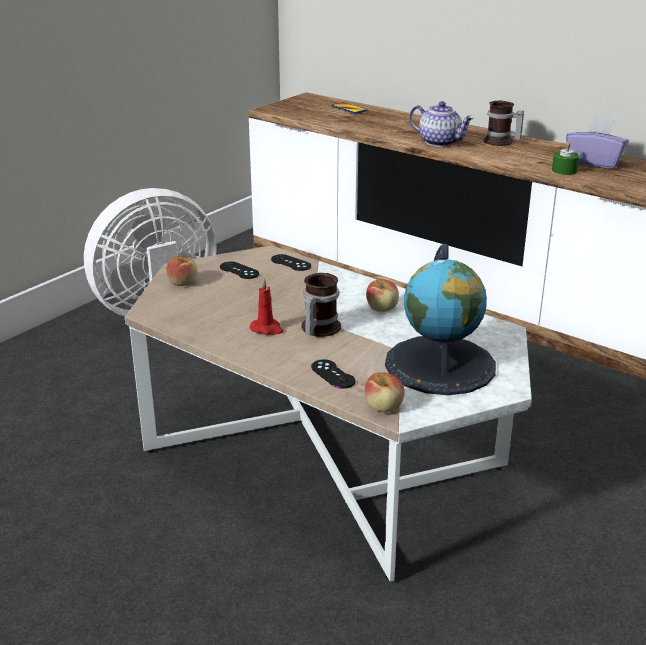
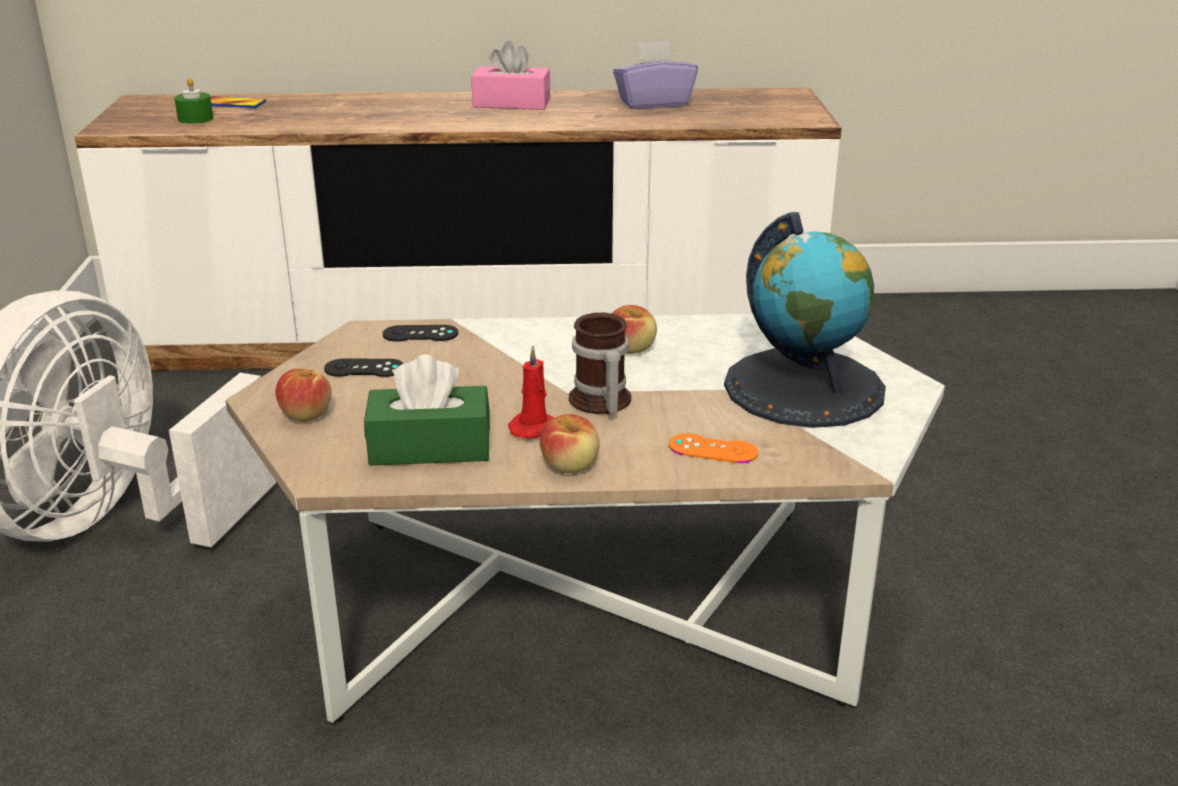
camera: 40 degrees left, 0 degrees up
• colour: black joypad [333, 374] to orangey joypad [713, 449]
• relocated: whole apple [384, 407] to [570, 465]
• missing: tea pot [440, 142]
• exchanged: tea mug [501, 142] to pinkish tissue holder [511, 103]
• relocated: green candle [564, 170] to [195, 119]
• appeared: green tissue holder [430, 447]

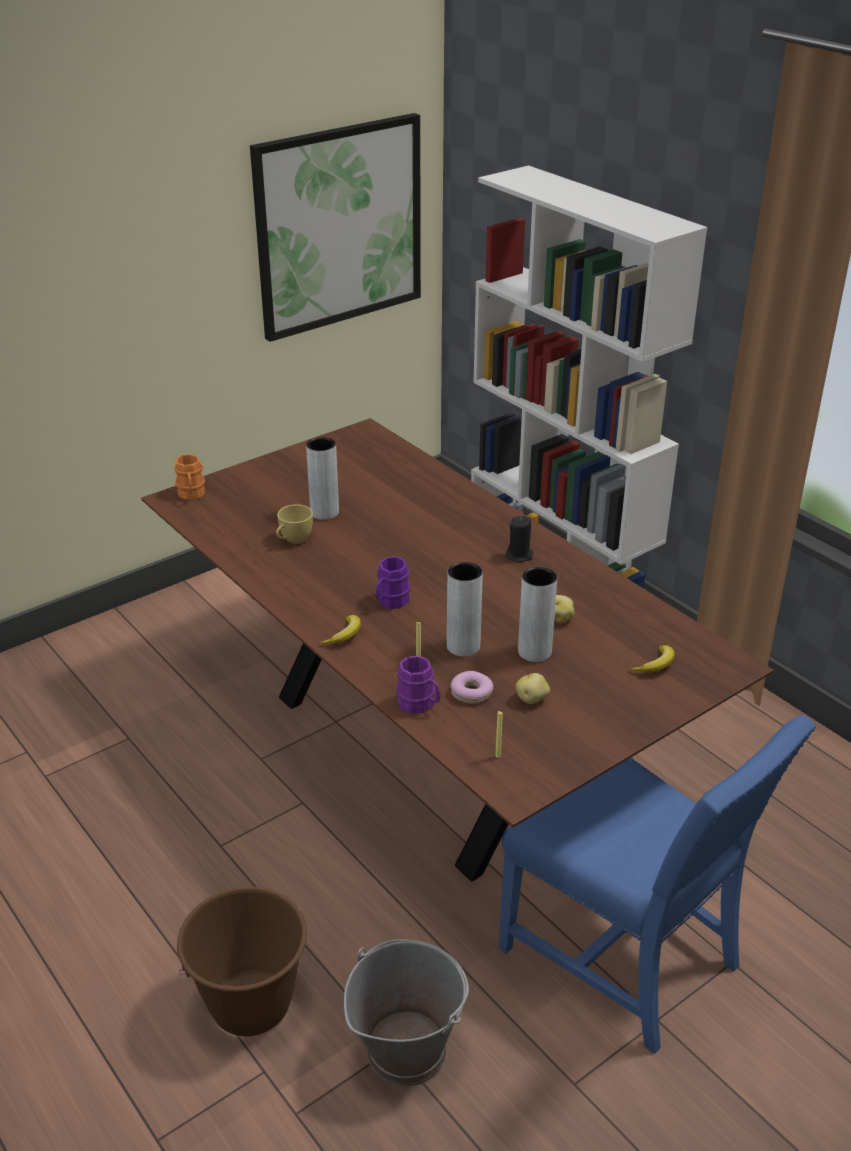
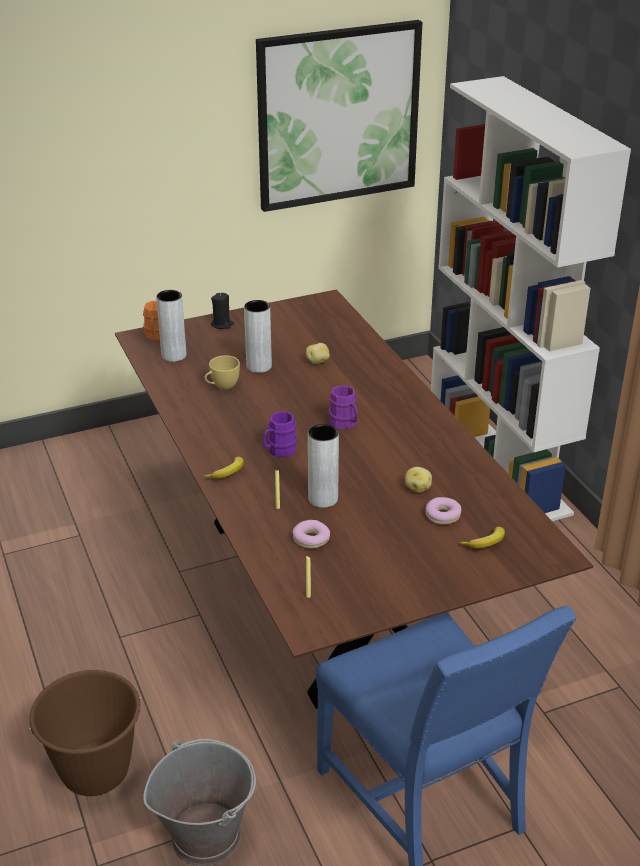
camera: 15 degrees right, 0 degrees up
• relocated: purplish tea mug [420, 705] to [345, 424]
• relocated: black candle [519, 555] to [222, 324]
• relocated: spud [532, 699] to [318, 361]
• relocated: grey decorative vase [534, 652] to [174, 355]
• appeared: donut [443, 515]

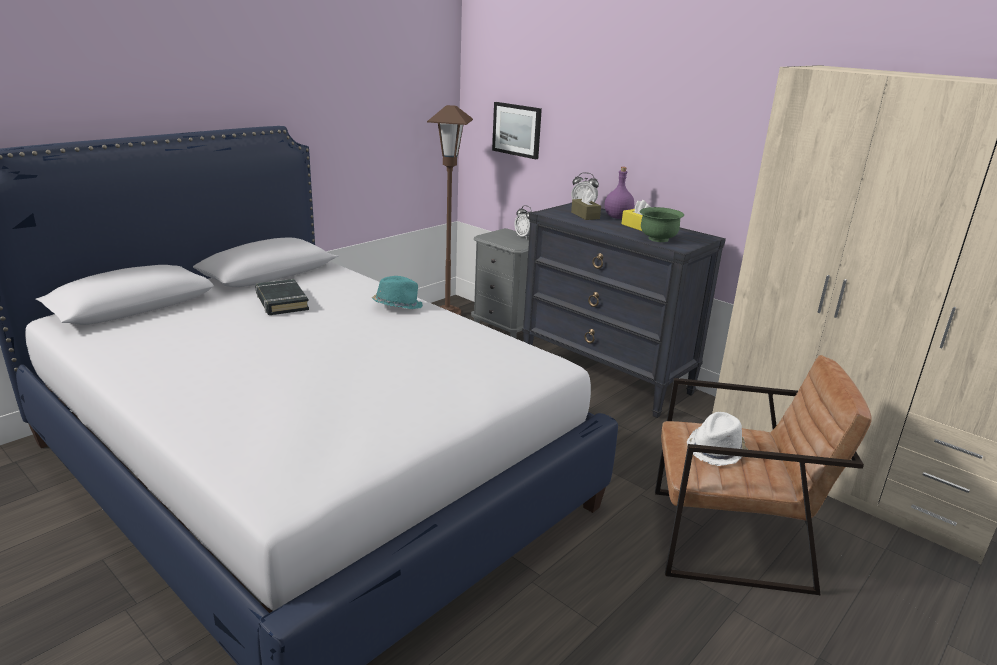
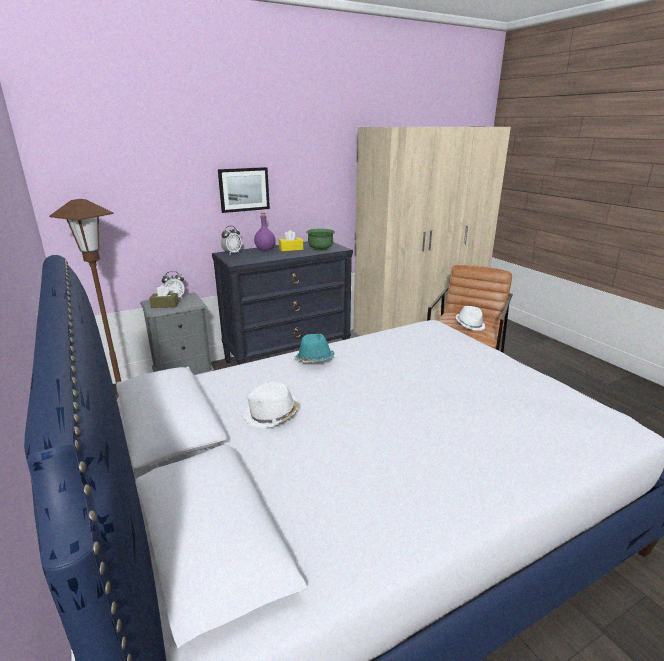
camera: 70 degrees left, 0 degrees up
• exchanged: black book [281, 302] to white hat [271, 415]
• relocated: wall art [517, 130] to [244, 189]
• relocated: brown tissue holder [585, 215] to [165, 305]

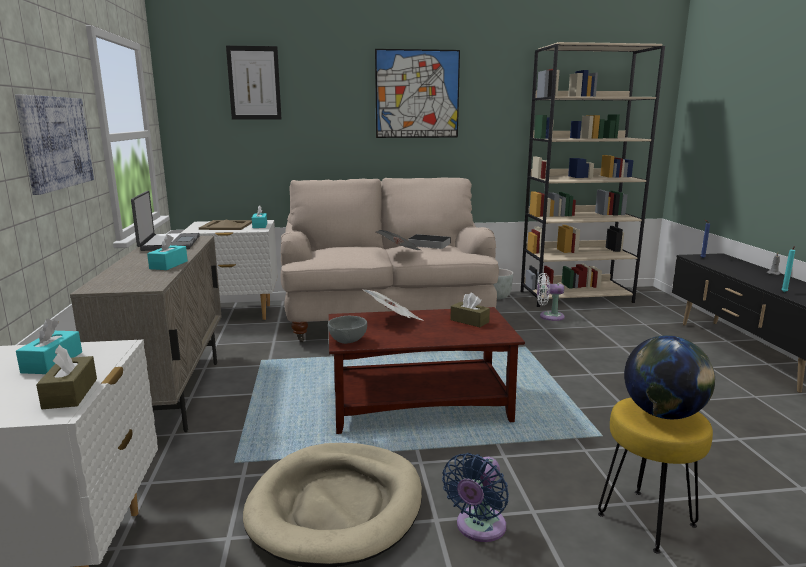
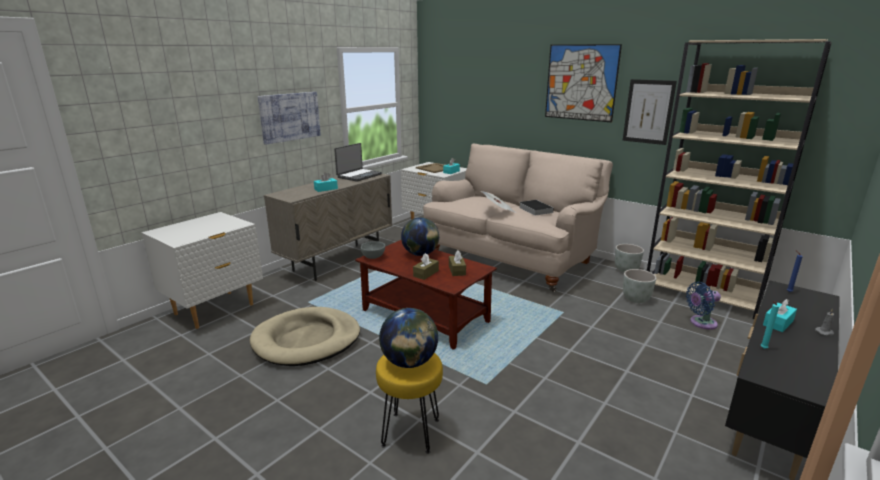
camera: 45 degrees right, 5 degrees up
• relocated: turquoise-coloured tissue holder [52, 362] to [778, 323]
• relocated: brown tissue holder [70, 393] to [426, 273]
• relocated: wall art [254, 83] to [648, 112]
• exchanged: newspaper [393, 320] to world globe [420, 254]
• relocated: blue-coloured cooling fan [478, 528] to [700, 323]
• exchanged: white cooling fan [548, 316] to grey plant pot [636, 299]

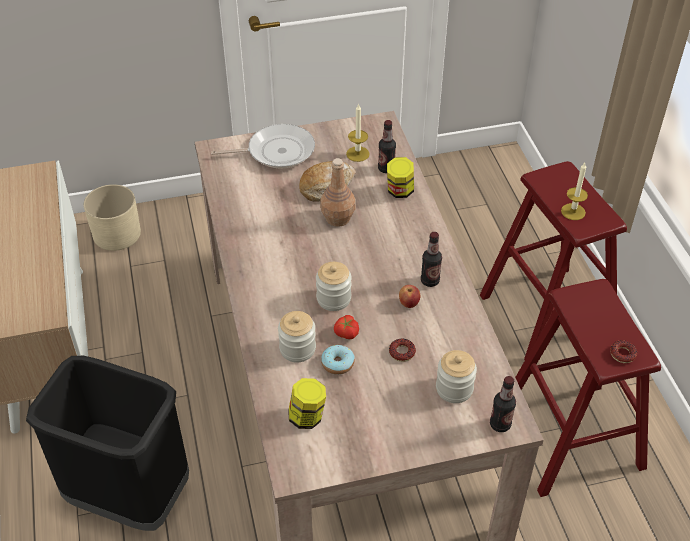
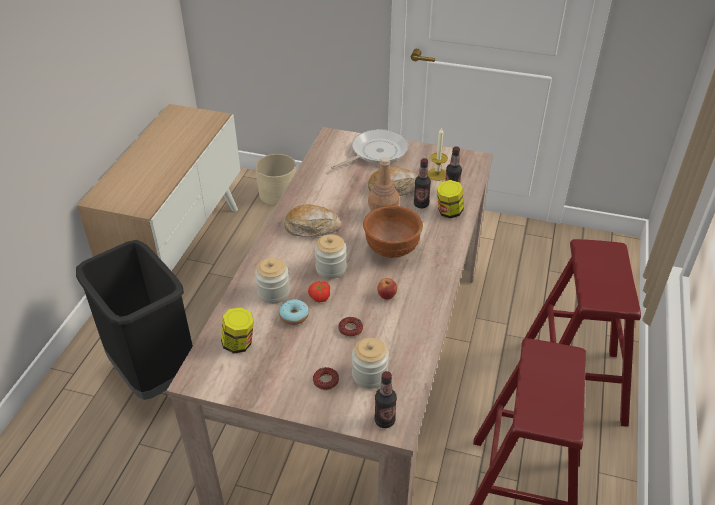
camera: 30 degrees right, 5 degrees down
• spun: pan [277, 151] = [376, 152] 60 degrees counterclockwise
• relocated: beverage bottle [430, 281] to [421, 204]
• missing: candle [573, 211]
• relocated: donut [622, 354] to [326, 381]
• appeared: bread [312, 227]
• appeared: brown bowl [391, 249]

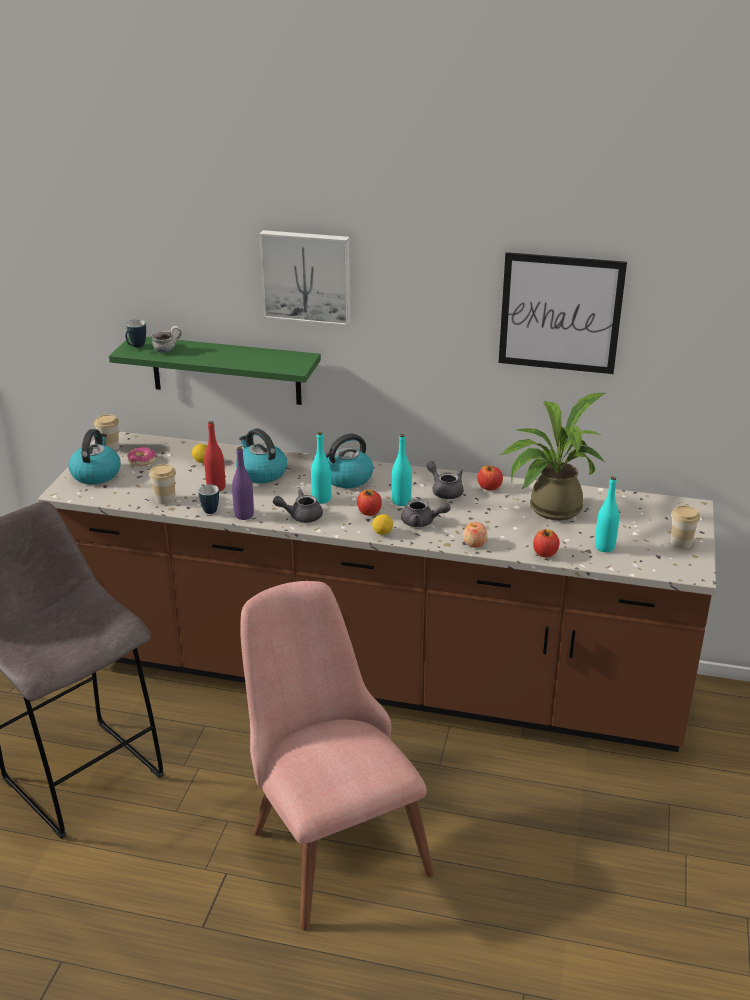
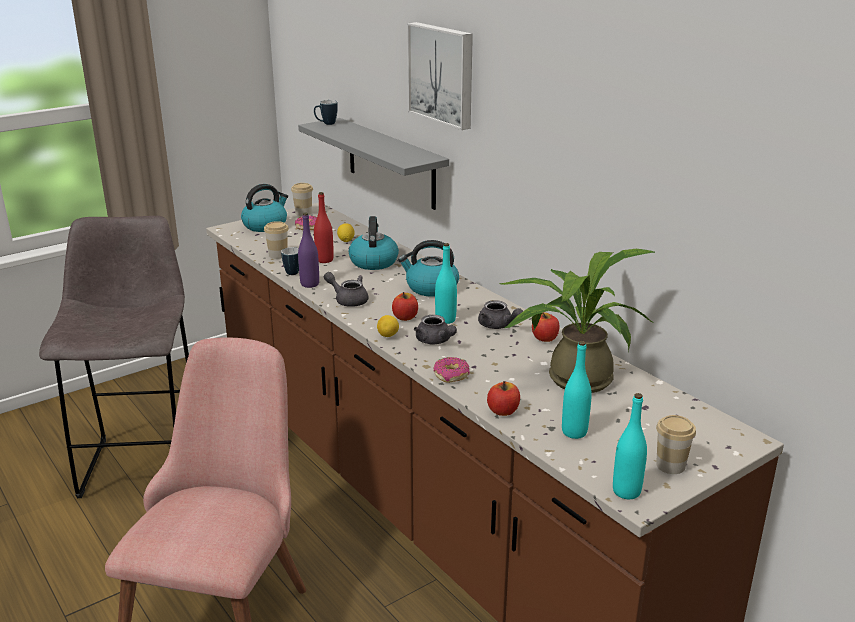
camera: 40 degrees right, 5 degrees down
• colour: green bracket shelf [226, 370] to grey bracket shelf [391, 163]
• missing: tea mug [167, 350]
• relocated: turquoise-coloured beverage bottle [321, 499] to [626, 491]
• spun: grey tea pot [445, 490] = [498, 326] 135 degrees clockwise
• exchanged: whole apple [474, 543] to donut [451, 375]
• missing: wall art [560, 313]

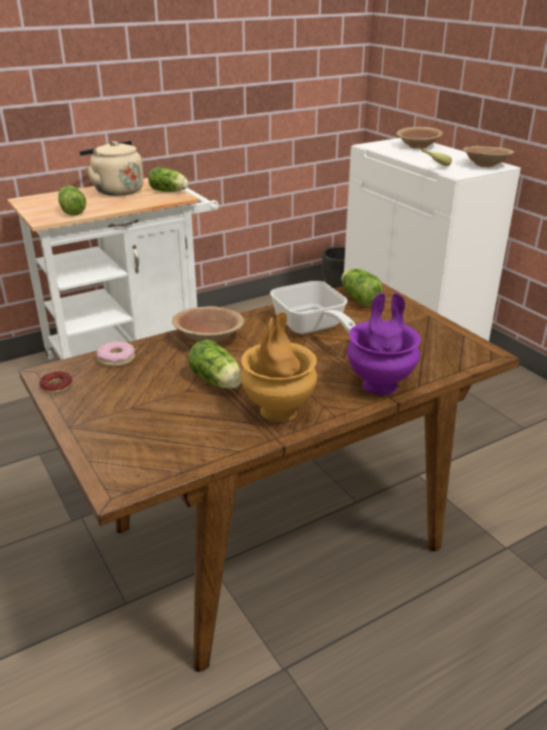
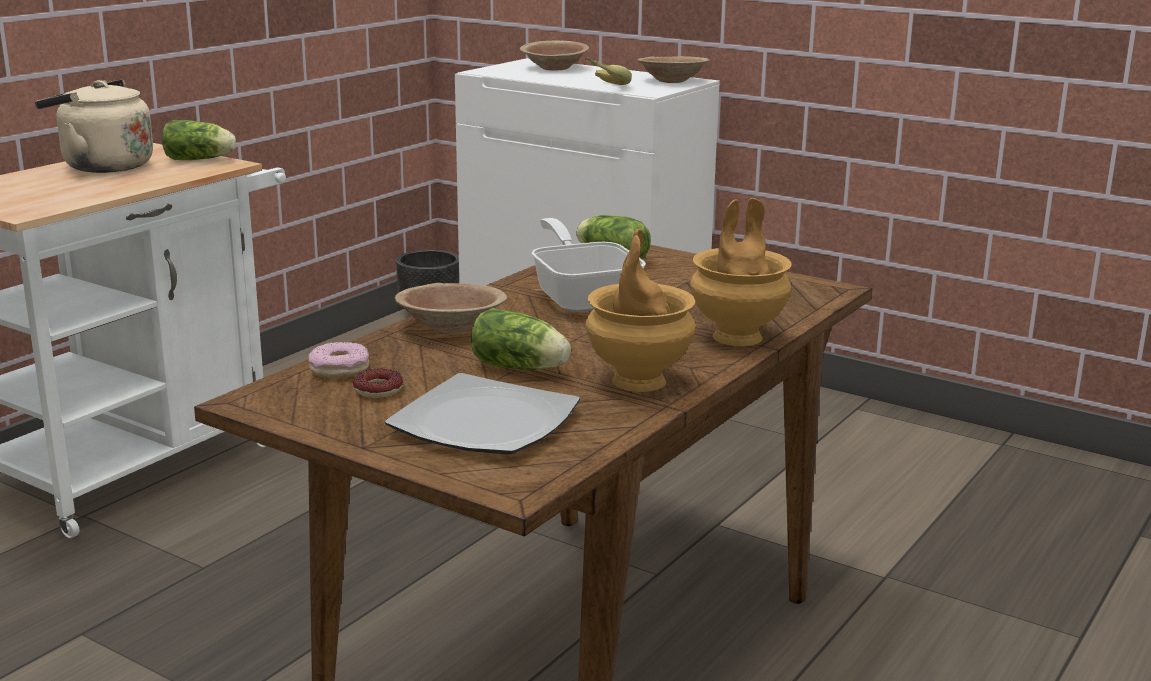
camera: 25 degrees left, 10 degrees down
• relocated: donut [56, 386] to [378, 390]
• missing: lettuce head [72, 210]
• spun: pan [311, 328] = [583, 296] 150 degrees counterclockwise
• colour: purplish decorative vase [380, 385] to brown decorative vase [738, 337]
• appeared: plate [486, 422]

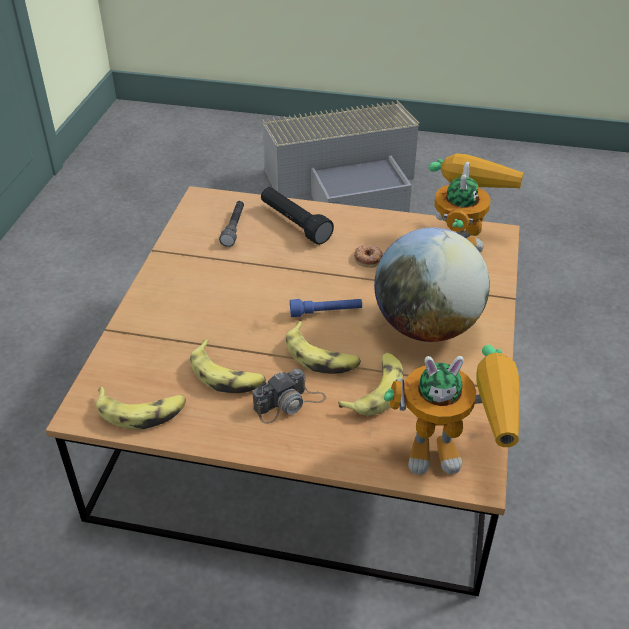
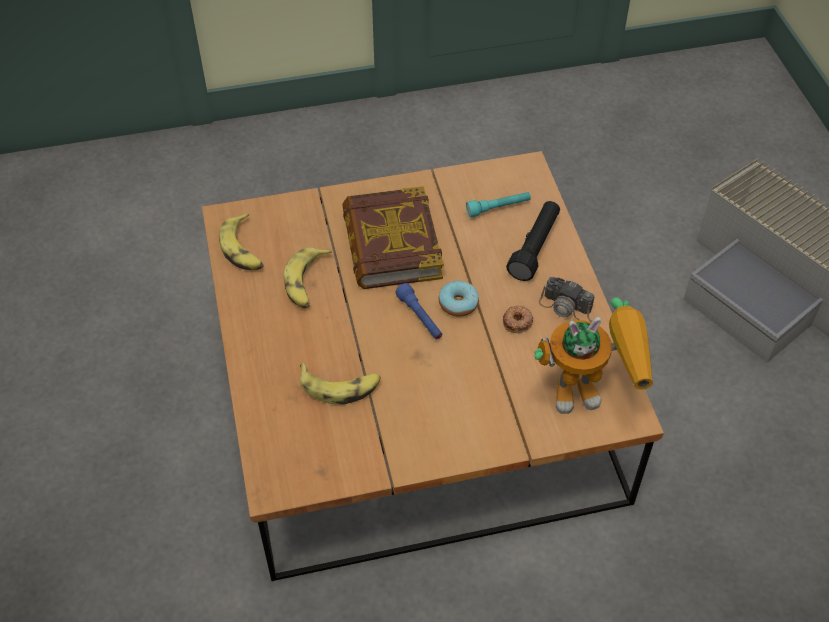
camera: 65 degrees right, 10 degrees up
• colour: grey flashlight [234, 228] to turquoise-coloured flashlight [498, 208]
• relocated: photo camera [289, 403] to [568, 310]
• missing: banana fruit [321, 356]
• missing: world globe [426, 326]
• missing: model robot [453, 451]
• appeared: book [391, 245]
• appeared: donut [458, 303]

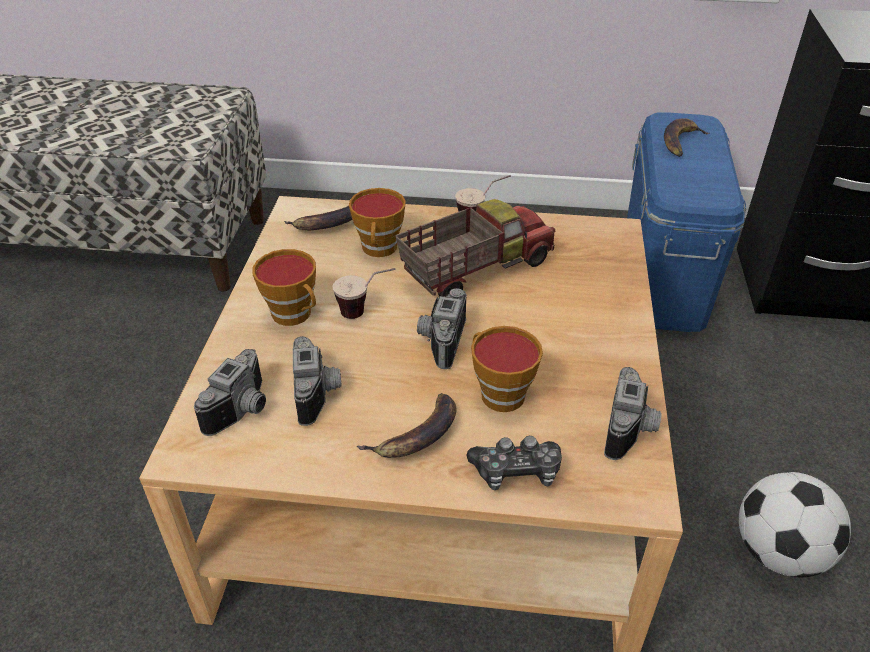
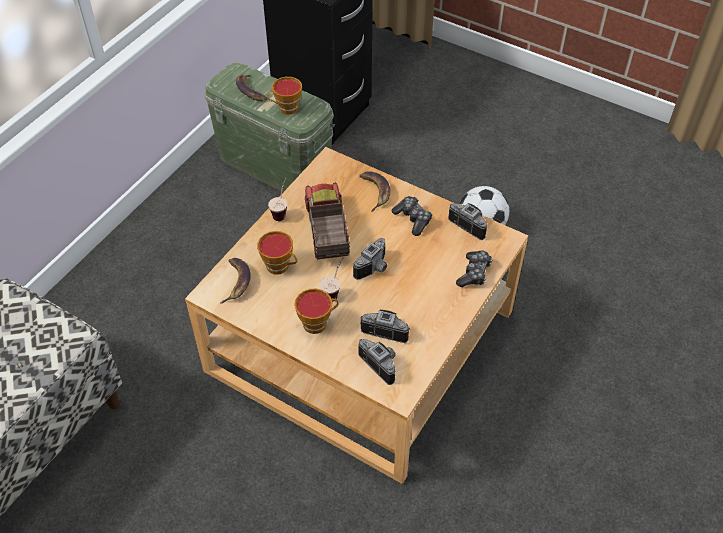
camera: 65 degrees left, 10 degrees up
• relocated: banana fruit [417, 435] to [375, 192]
• spun: photo camera [439, 340] = [374, 268] 90 degrees counterclockwise
• relocated: cup [498, 393] to [286, 108]
• colour: blue-coloured storage box [663, 276] to green storage box [275, 165]
• appeared: joypad [413, 219]

